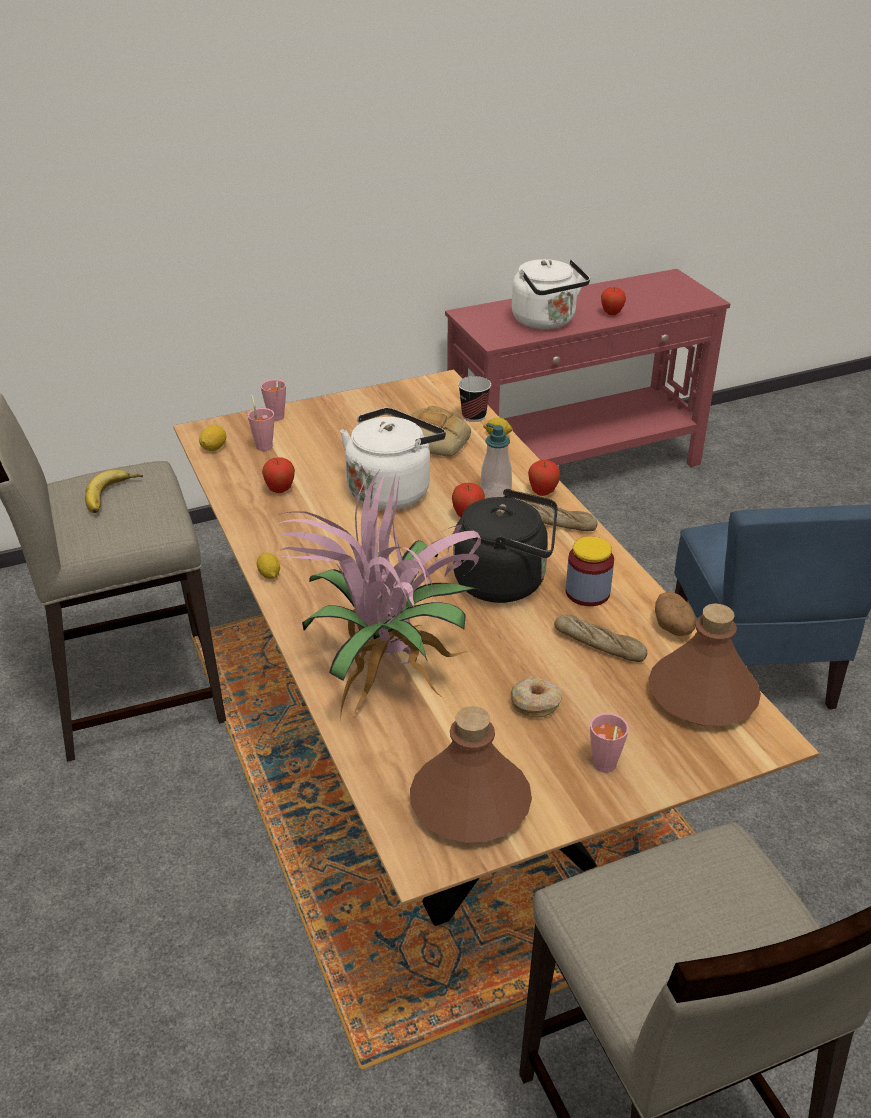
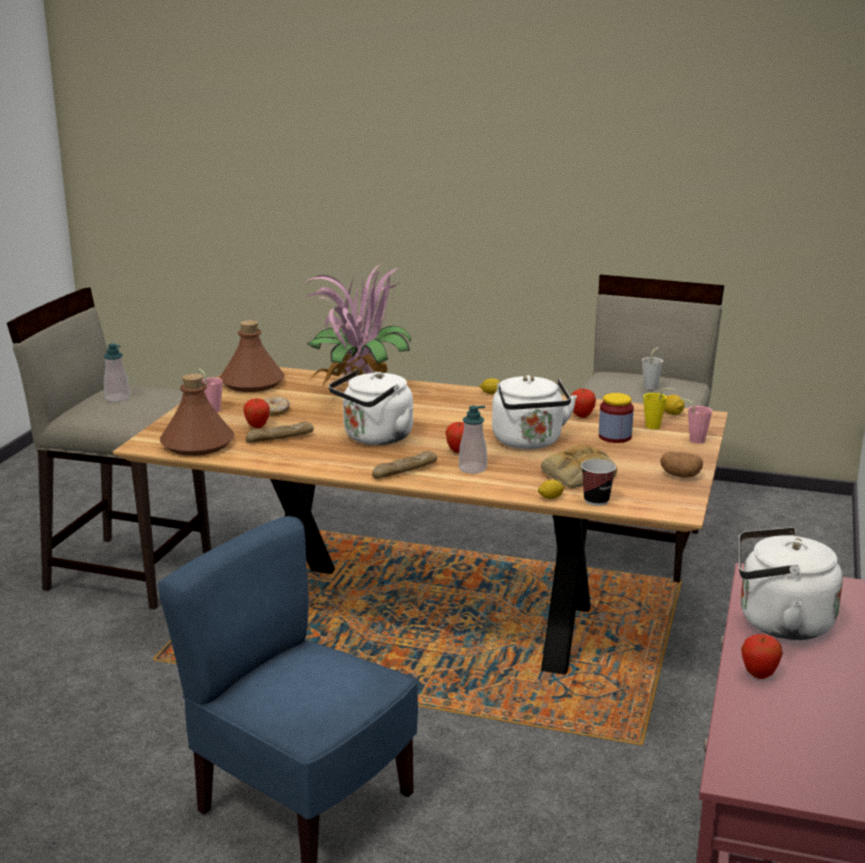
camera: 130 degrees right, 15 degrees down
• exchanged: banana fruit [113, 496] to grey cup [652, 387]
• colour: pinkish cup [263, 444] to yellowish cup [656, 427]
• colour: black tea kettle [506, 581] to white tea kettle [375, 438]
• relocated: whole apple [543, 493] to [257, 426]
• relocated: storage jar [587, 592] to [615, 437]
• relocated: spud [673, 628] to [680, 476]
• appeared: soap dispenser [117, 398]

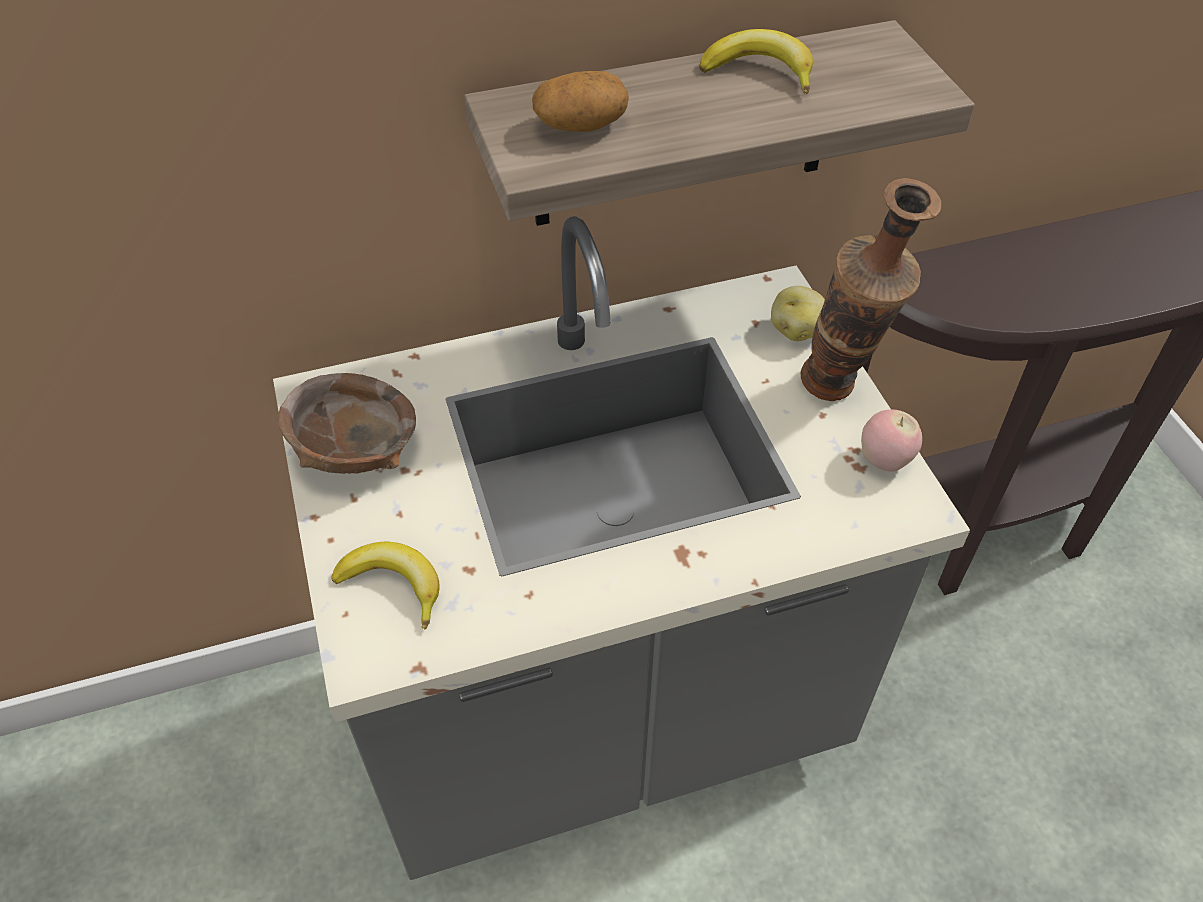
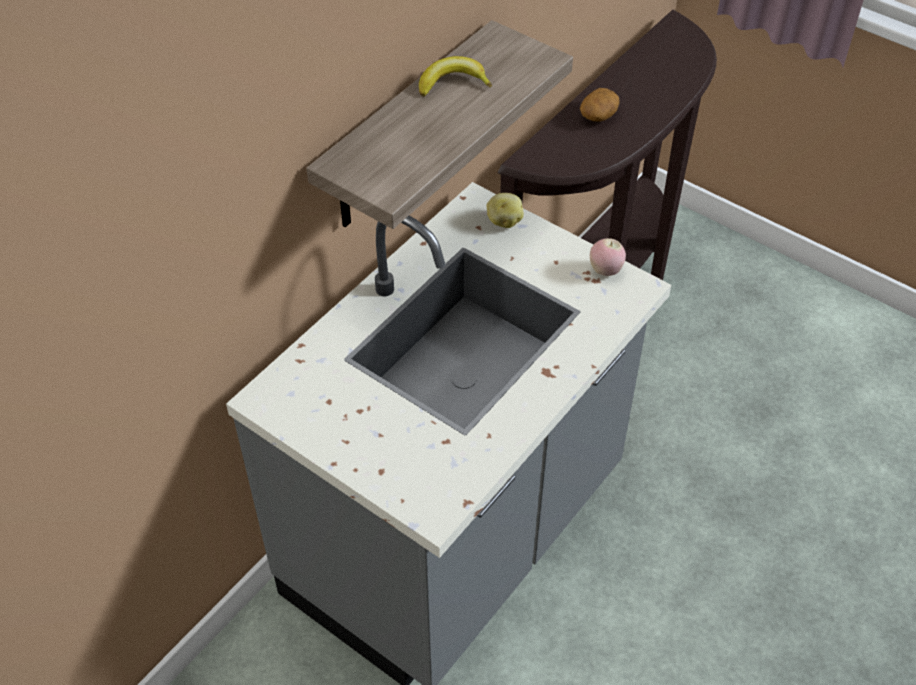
camera: 35 degrees left, 0 degrees up
• missing: brown bowl [354, 451]
• missing: banana fruit [394, 585]
• relocated: spud [580, 125] to [598, 115]
• missing: decorative vase [839, 394]

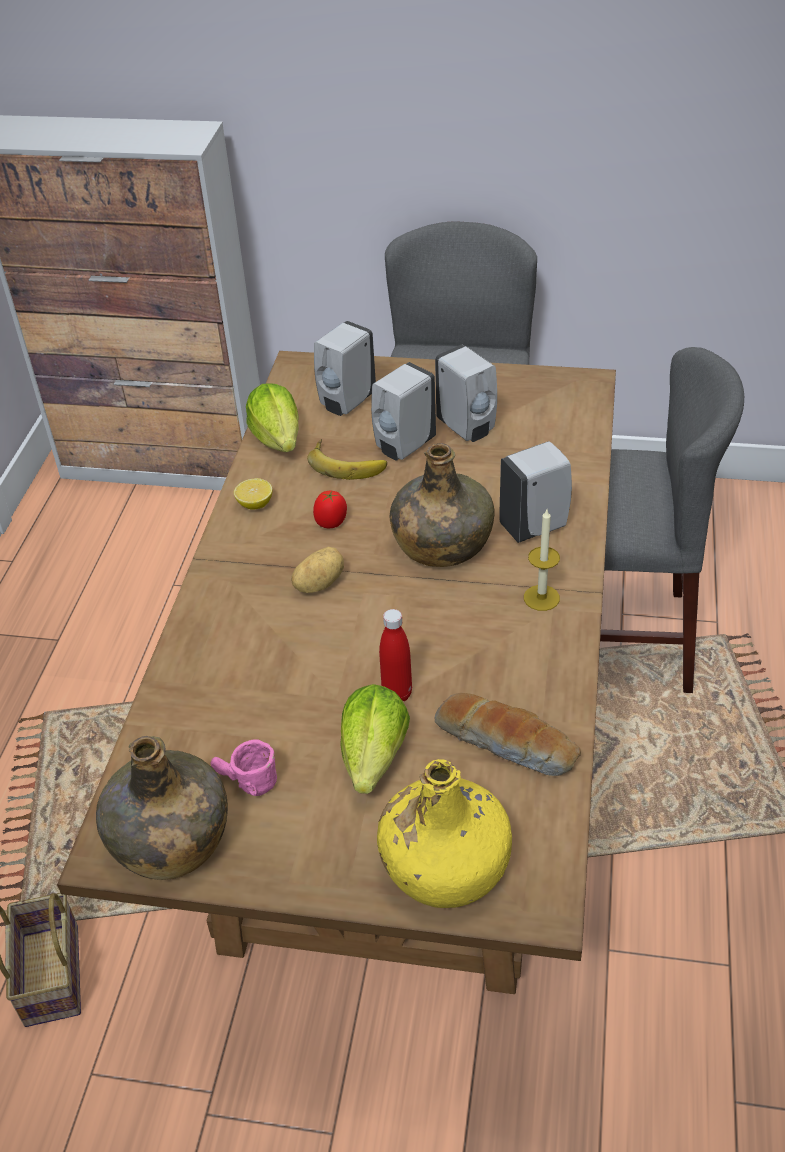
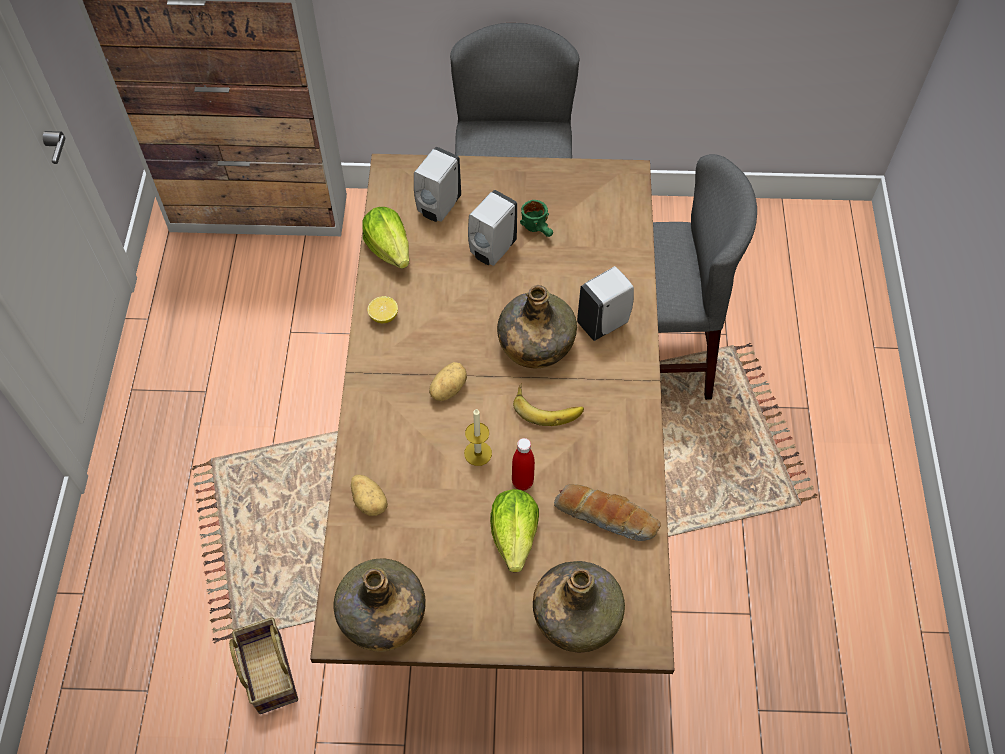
camera: 10 degrees left, 15 degrees up
• missing: pinkish tea mug [245, 783]
• relocated: banana fruit [348, 463] to [548, 406]
• missing: whole tomato [331, 523]
• colour: yellowish beverage bottle [445, 864] to green beverage bottle [576, 616]
• exchanged: white soap dispenser [467, 428] to green tea mug [539, 229]
• relocated: candle [541, 598] to [478, 453]
• appeared: spud [370, 501]

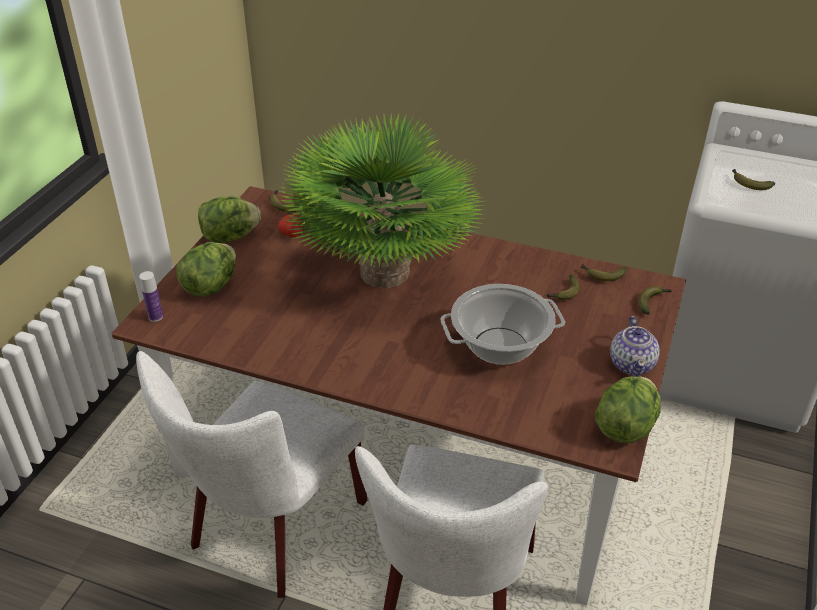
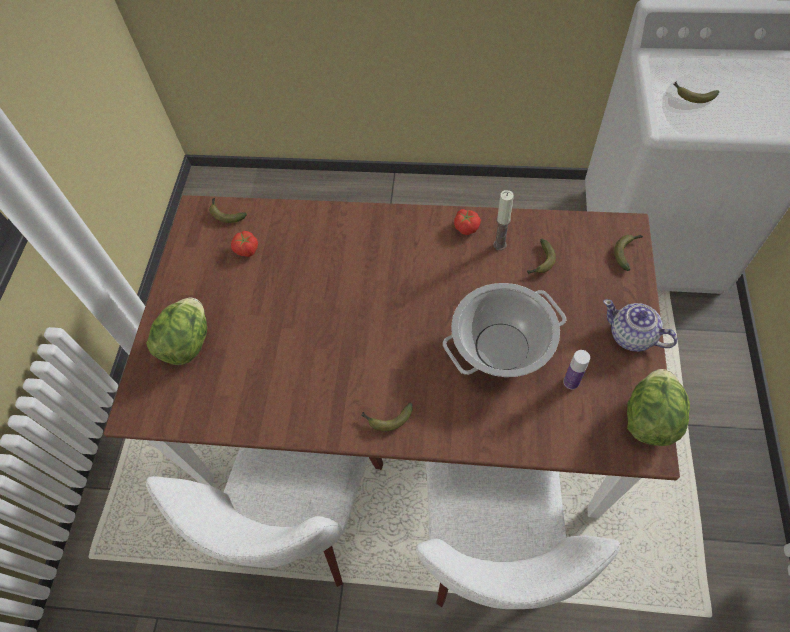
camera: 10 degrees left, 20 degrees up
• relocated: beverage bottle [155, 317] to [571, 382]
• missing: lettuce head [230, 237]
• missing: houseplant [385, 272]
• relocated: banana fruit [601, 275] to [387, 419]
• spun: tea pot [632, 364] = [632, 336] 135 degrees clockwise
• appeared: whole tomato [466, 227]
• appeared: candle [499, 244]

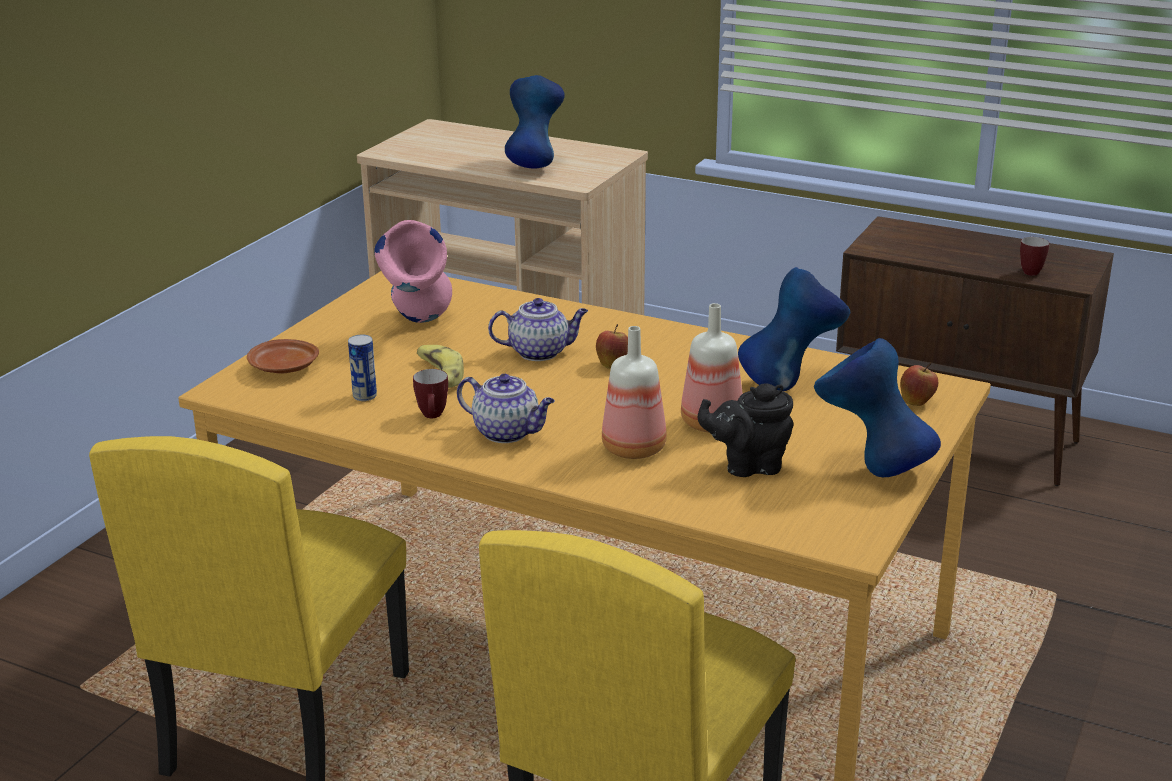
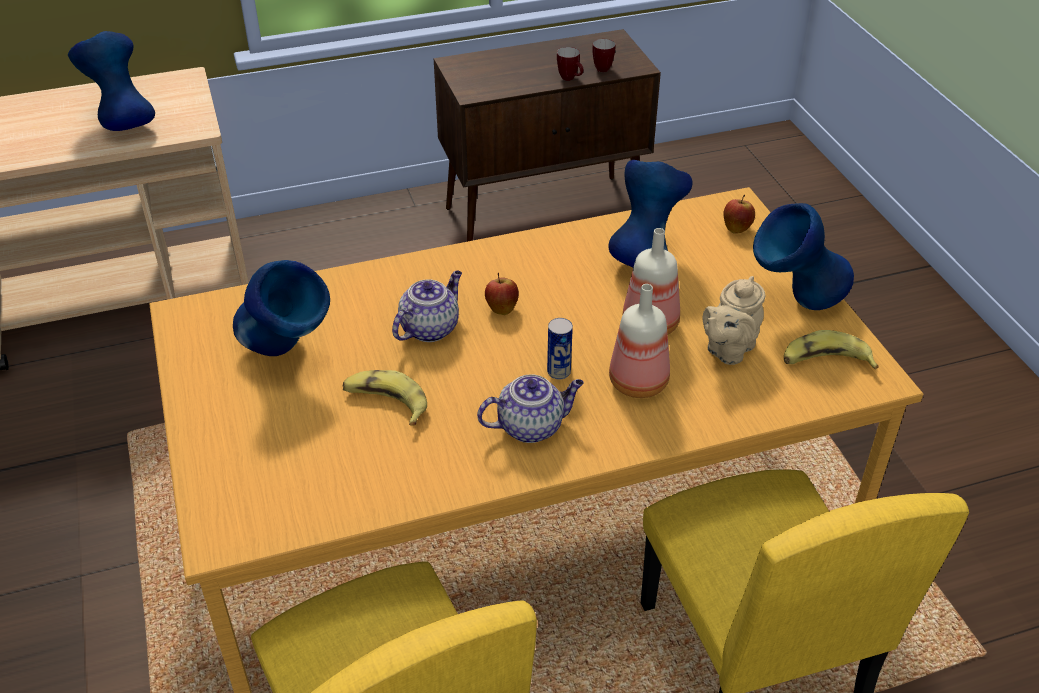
camera: 45 degrees left, 15 degrees up
• missing: brown plate [284, 368]
• relocated: metal can [364, 396] to [558, 372]
• colour: pinkish decorative vase [420, 326] to blue-coloured decorative vase [287, 356]
• relocated: tea mug [433, 417] to [570, 79]
• colour: black tea pot [748, 466] to beige tea pot [728, 350]
• appeared: banana fruit [825, 361]

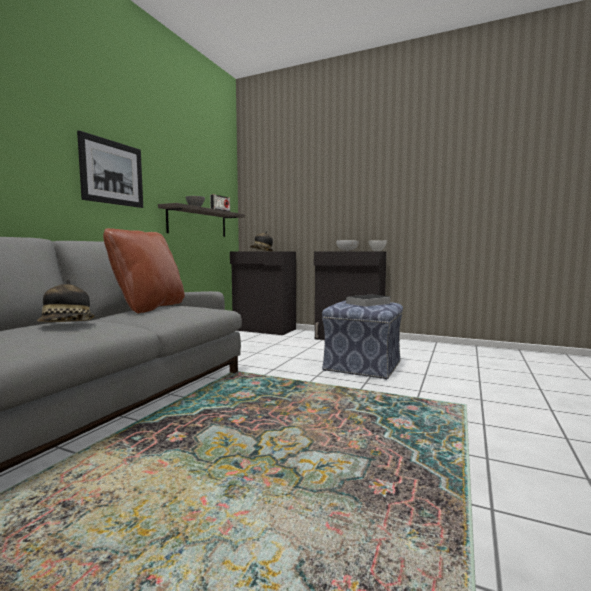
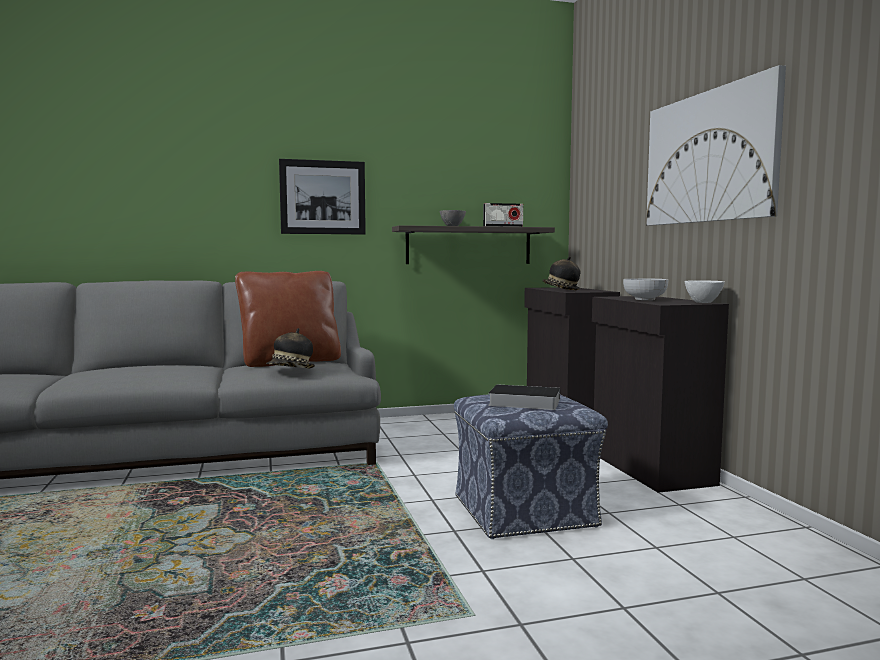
camera: 50 degrees right, 0 degrees up
• relocated: hat [67, 325] to [291, 370]
• appeared: wall art [709, 157]

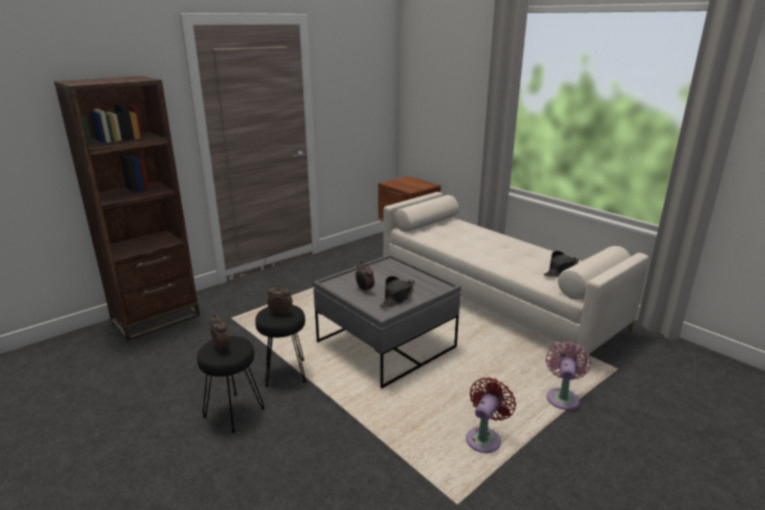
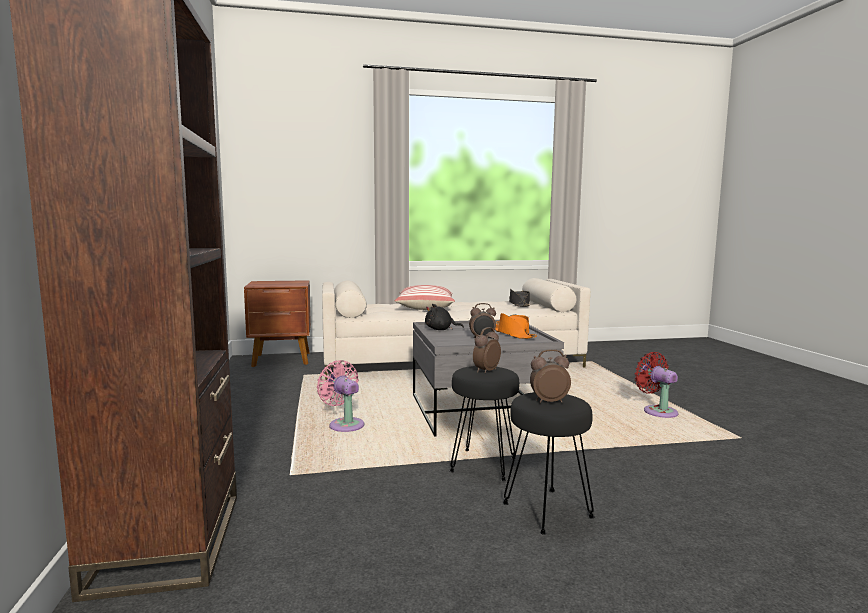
camera: 60 degrees left, 15 degrees down
• colour: black hat [397, 297] to orangey hat [513, 334]
• relocated: pinkish cooling fan [562, 397] to [344, 424]
• appeared: pillow [425, 308]
• appeared: black plush toy [440, 330]

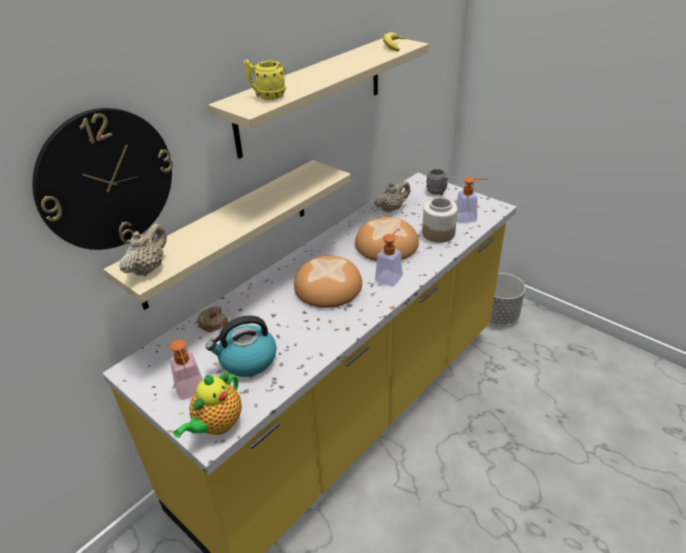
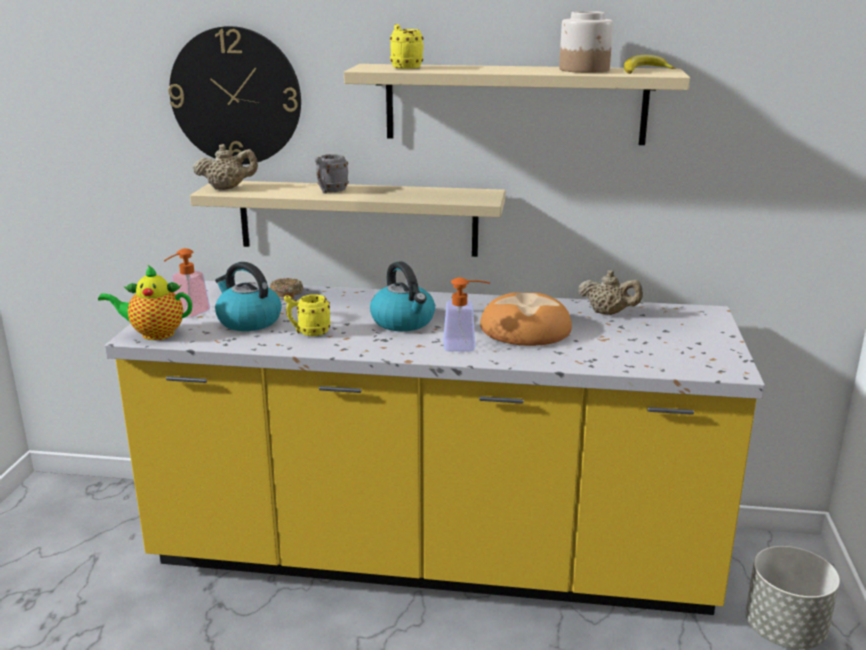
camera: 55 degrees right, 15 degrees down
• exchanged: bread [328, 286] to tea kettle [403, 322]
• relocated: storage jar [438, 233] to [585, 70]
• relocated: grey tea mug [437, 193] to [330, 191]
• missing: soap dispenser [469, 218]
• appeared: yellowish tea mug [308, 332]

